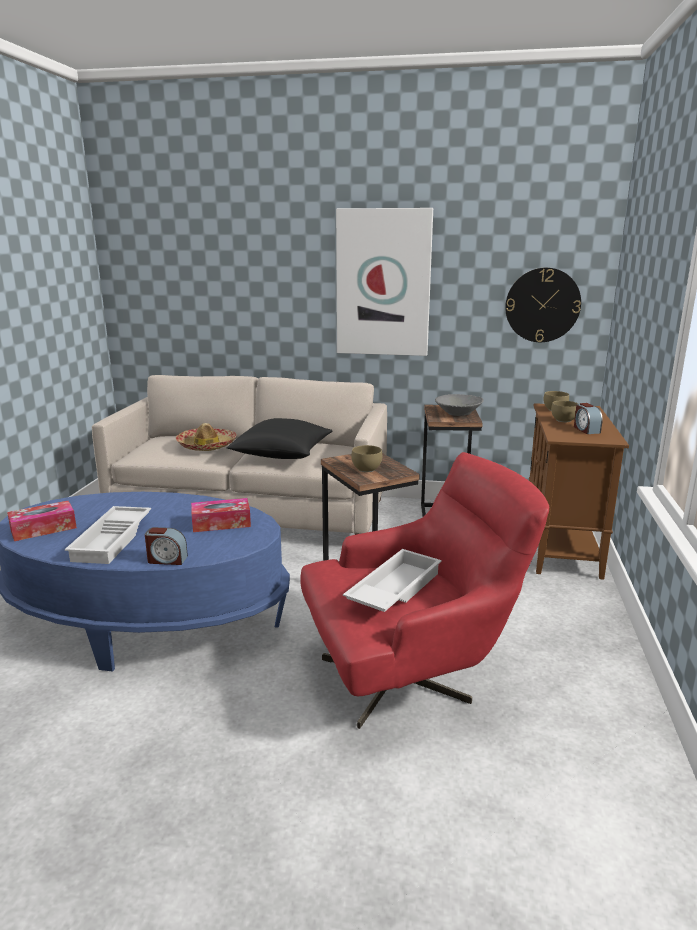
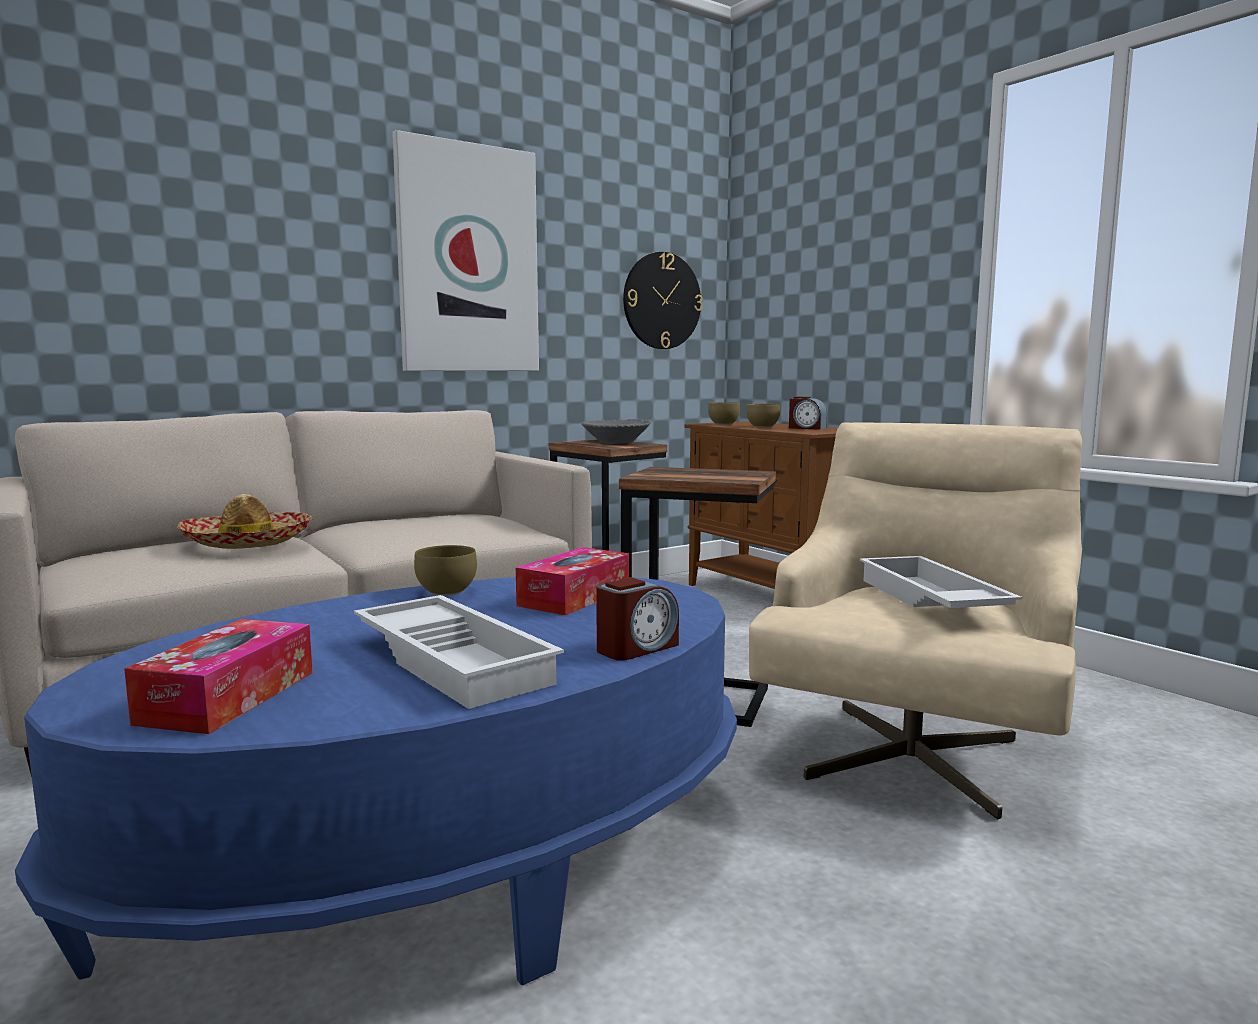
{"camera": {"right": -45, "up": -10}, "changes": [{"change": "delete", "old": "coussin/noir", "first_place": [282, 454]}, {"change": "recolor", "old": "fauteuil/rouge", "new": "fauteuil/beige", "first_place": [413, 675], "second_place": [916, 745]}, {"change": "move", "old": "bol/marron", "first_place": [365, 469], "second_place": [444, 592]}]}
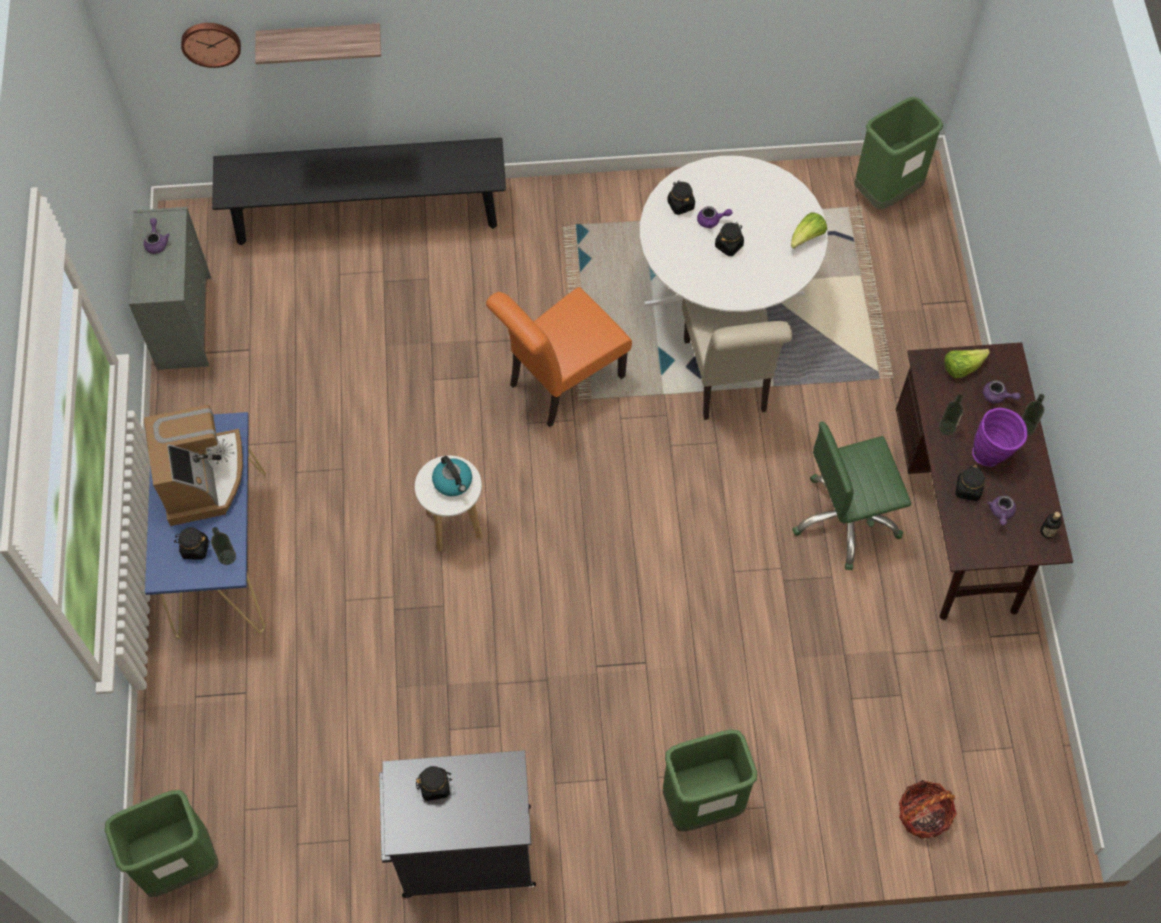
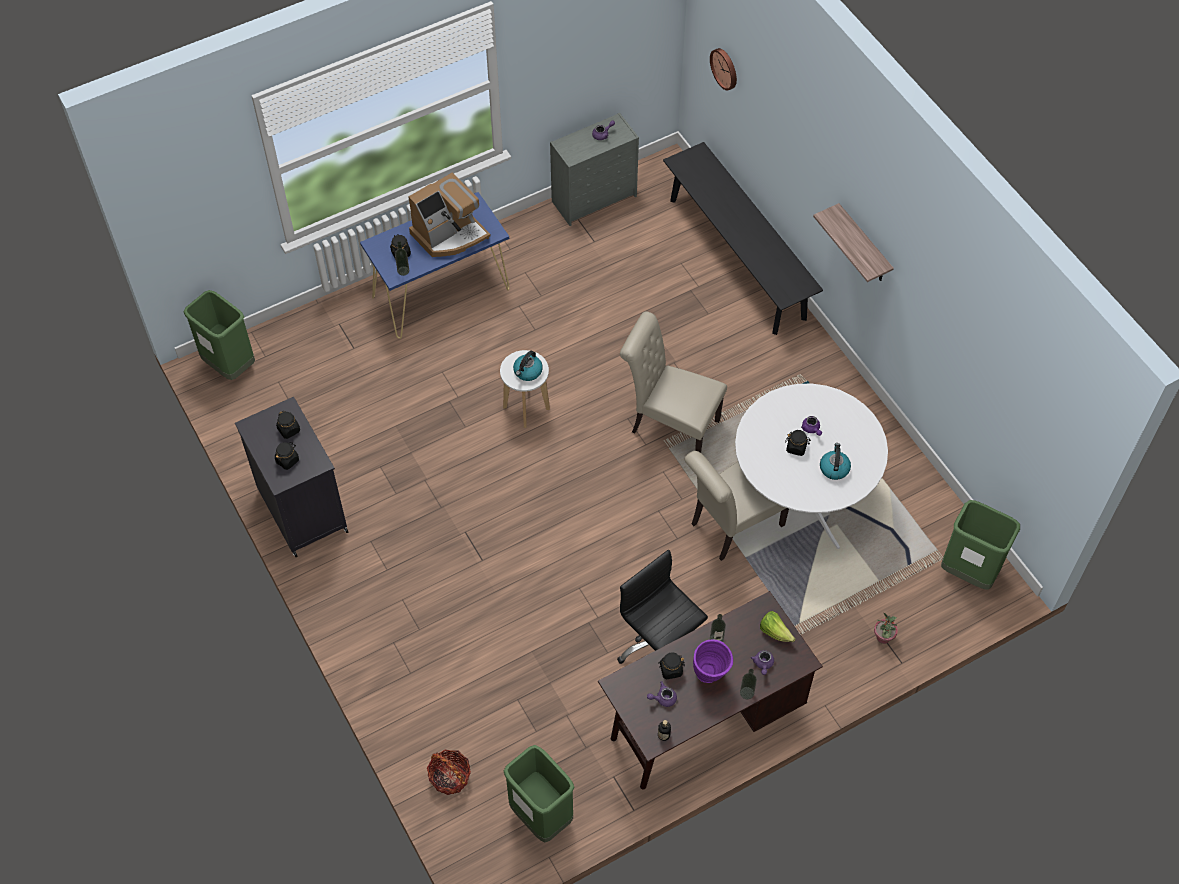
{"camera": {"right": 65, "up": -5}, "changes": [{"change": "move", "old": "étagère", "first_place": [320, 41], "second_place": [863, 246]}, {"change": "recolor", "old": "chaise/orange", "new": "chaise/beige", "first_place": [560, 383], "second_place": [670, 424]}, {"change": "move", "old": "poubelle/vert", "first_place": [702, 804], "second_place": [541, 816]}, {"change": "move", "old": "bocal/noir", "first_place": [680, 205], "second_place": [287, 460]}, {"change": "delete", "old": "laitue", "first_place": [806, 238]}, {"change": "recolor", "old": "chaise de bureau/vert", "new": "chaise de bureau/noir", "first_place": [846, 520], "second_place": [659, 645]}, {"change": "insert", "new": "bouilloire", "second_place": [834, 468]}, {"change": "insert", "new": "plante en pot", "second_place": [883, 637]}]}
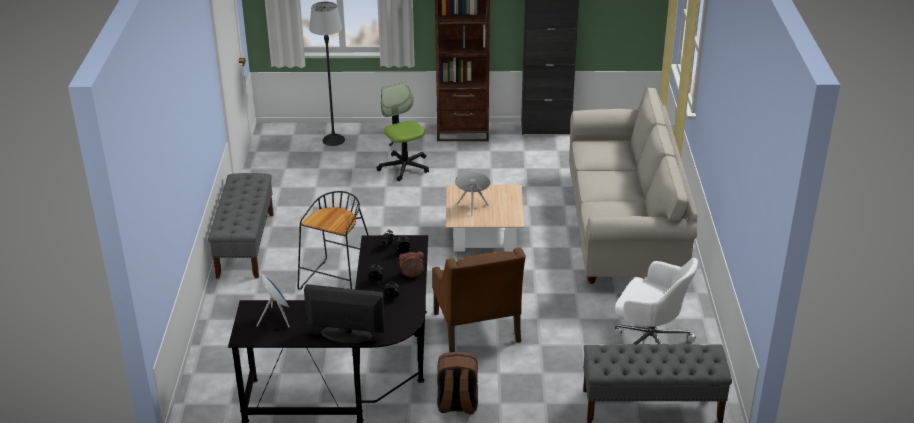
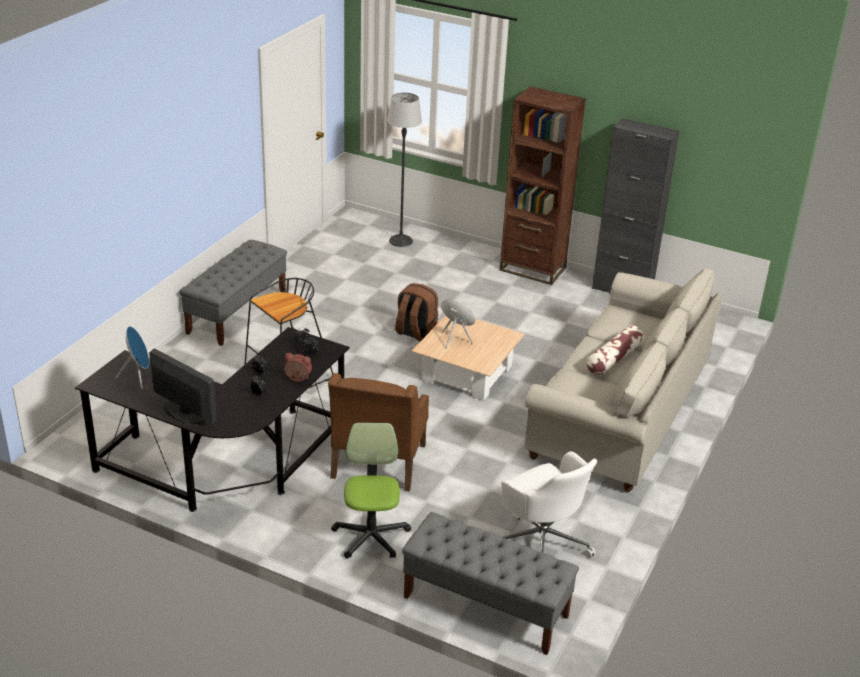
{"camera": {"right": 25, "up": 0}, "changes": [{"change": "move", "old": "chaise de bureau", "first_place": [404, 167], "second_place": [371, 536]}, {"change": "move", "old": "sac à dos/marron", "first_place": [457, 405], "second_place": [415, 333]}, {"change": "insert", "new": "coussin", "second_place": [613, 359]}]}
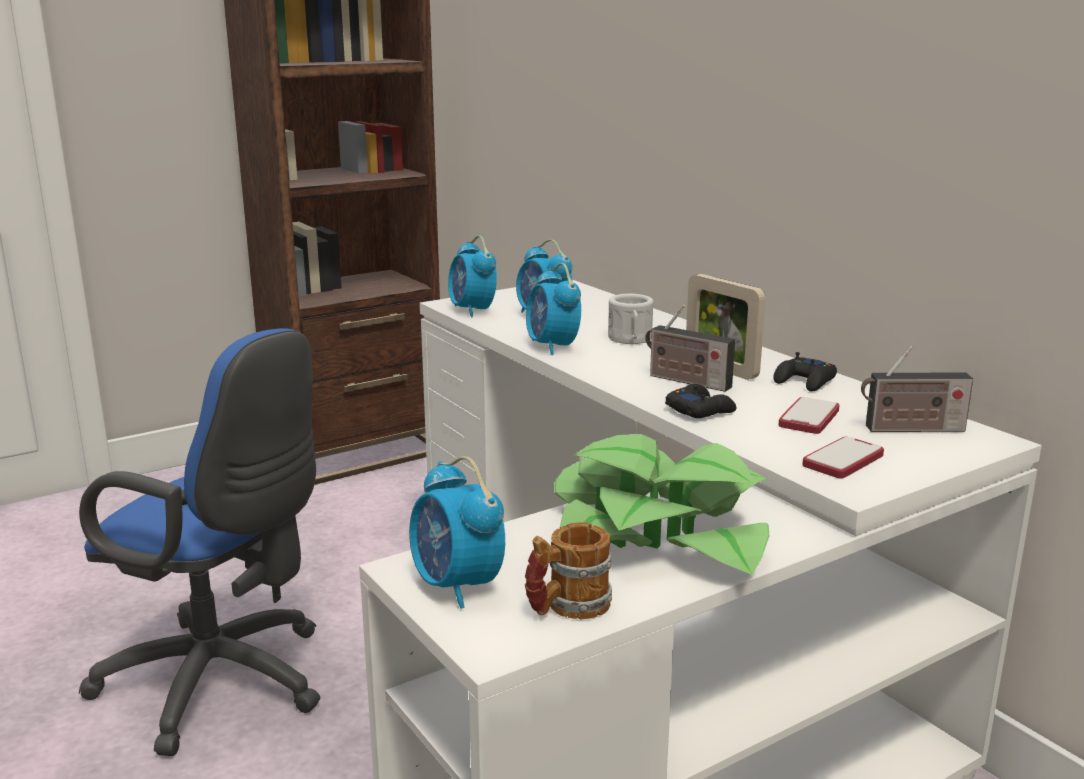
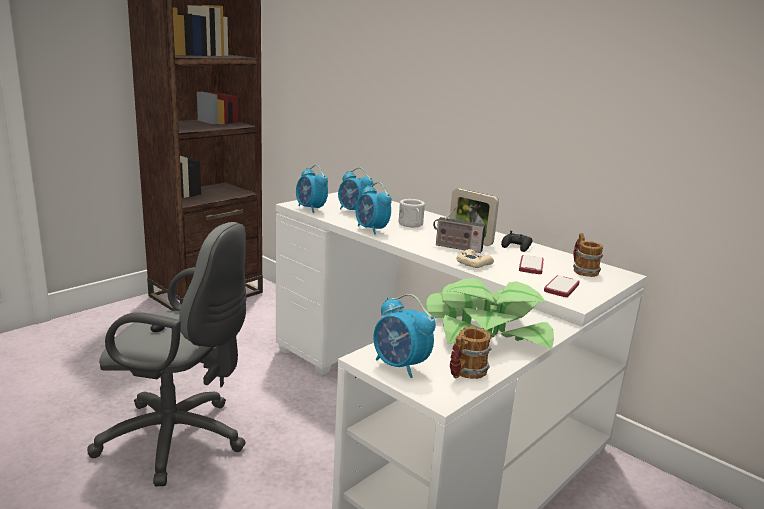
{"camera": {"right": -15, "up": 0}, "changes": [{"change": "recolor", "old": "chaise de bureau/bleu", "new": "chaise de bureau/gris", "first_place": [225, 684], "second_place": [180, 440]}, {"change": "recolor", "old": "manette/noir", "new": "manette/beige", "first_place": [699, 410], "second_place": [474, 263]}, {"change": "replace", "old": "radio", "new": "mug", "first_place": [910, 429], "second_place": [583, 270]}]}
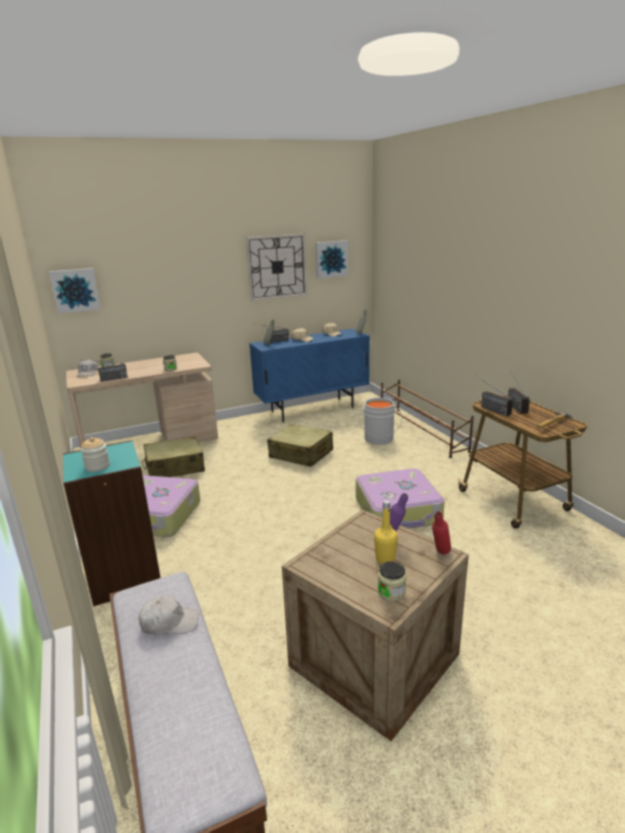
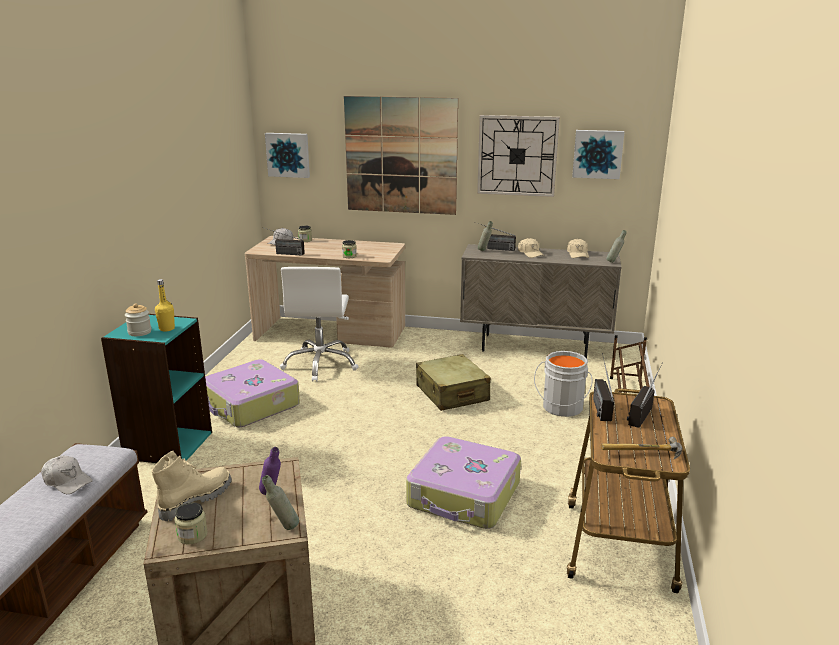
{"camera": {"right": 35, "up": 0}, "changes": [{"change": "replace", "old": "valise/beige", "new": "chaise de bureau/blanc", "first_place": [174, 468], "second_place": [321, 364]}, {"change": "recolor", "old": "meuble de rangement/bleu", "new": "meuble de rangement/beige", "first_place": [312, 410], "second_place": [535, 347]}, {"change": "move", "old": "bouteille/jaune", "first_place": [385, 559], "second_place": [167, 329]}, {"change": "recolor", "old": "bouteille/rouge", "new": "bouteille/gris", "first_place": [440, 555], "second_place": [283, 528]}, {"change": "insert", "new": "botte/beige", "second_place": [195, 499]}, {"change": "insert", "new": "tableau", "second_place": [401, 156]}]}
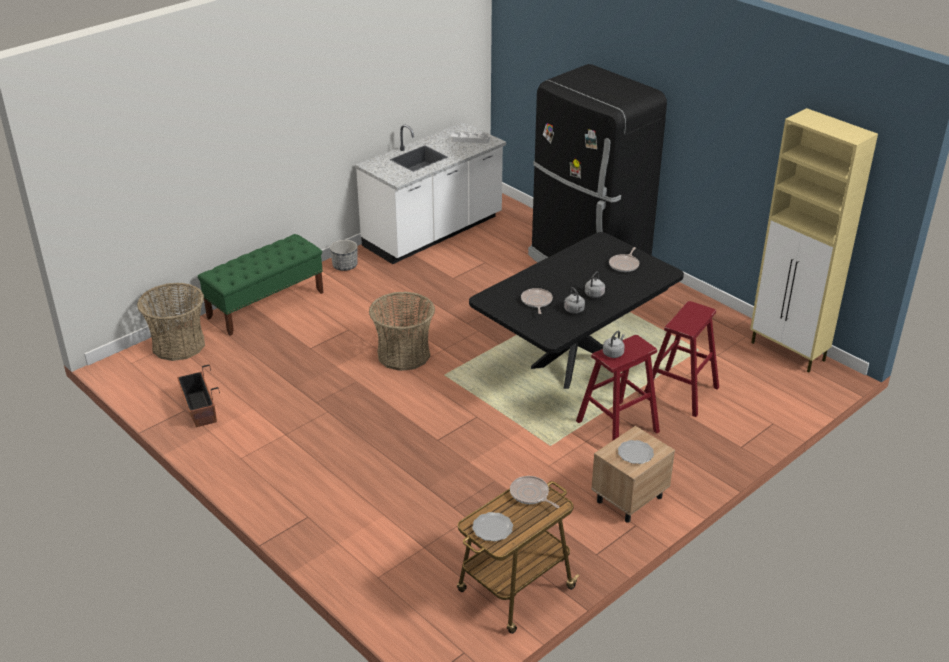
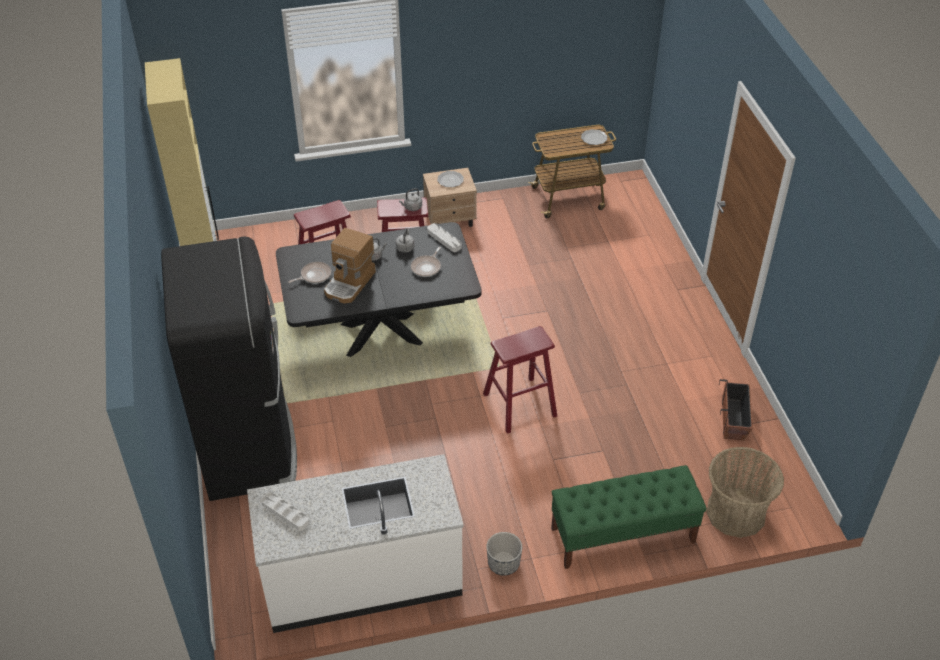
{"camera": {"right": -150, "up": 10}, "changes": [{"change": "replace", "old": "panier", "new": "tabouret/rouge", "first_place": [403, 354], "second_place": [520, 405]}, {"change": "delete", "old": "poêle", "first_place": [530, 494]}, {"change": "insert", "new": "machine à café", "second_place": [350, 283]}, {"change": "insert", "new": "plateau/blanc", "second_place": [444, 239]}]}
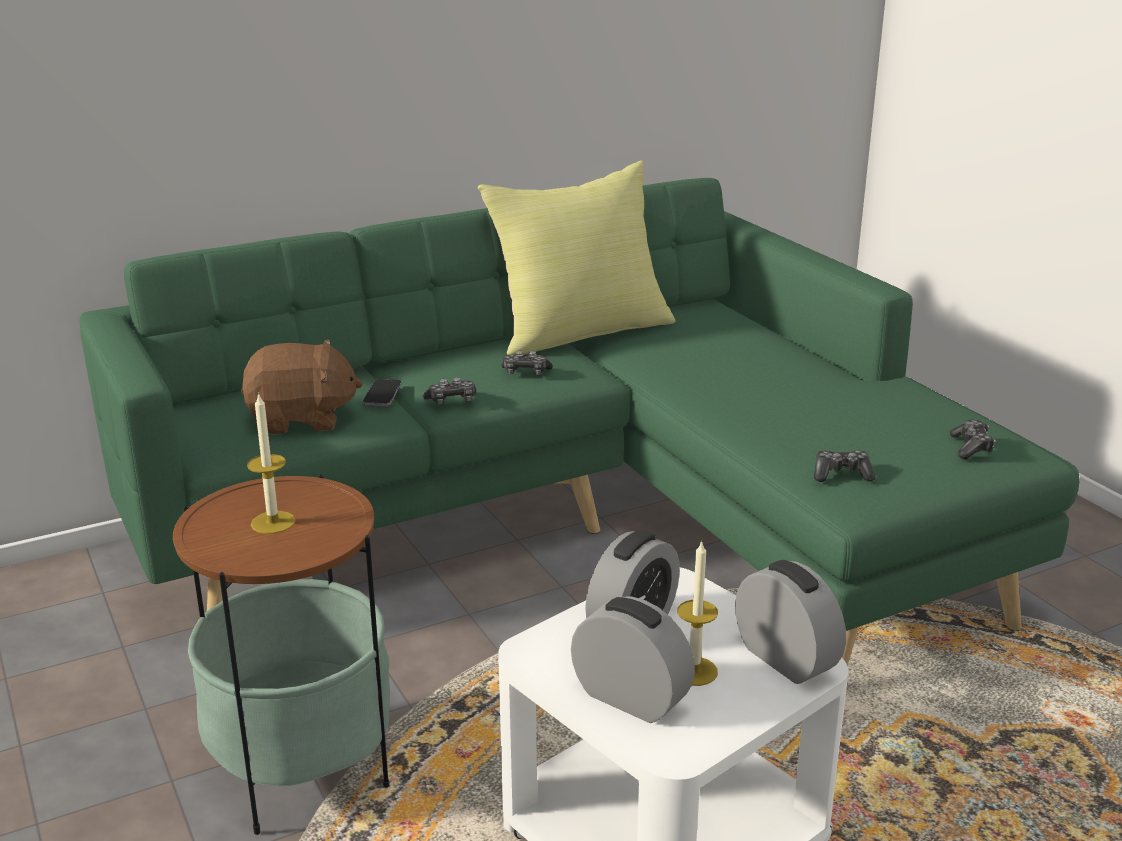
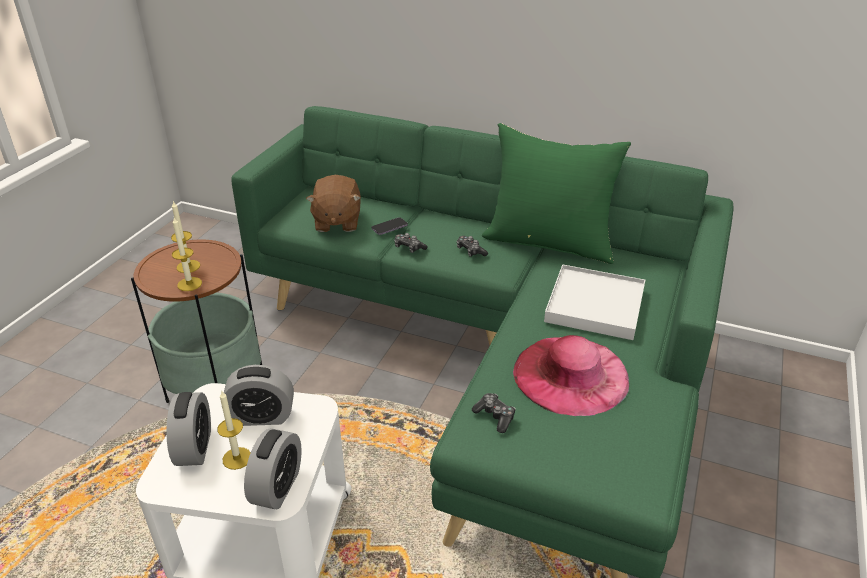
{"camera": {"right": 50, "up": 10}, "changes": [{"change": "rotate", "old": "peluche/marron", "first_place": [301, 419], "second_place": [336, 222], "degrees": 45}, {"change": "recolor", "old": "coussin/jaune", "new": "coussin/vert", "first_place": [580, 332], "second_place": [549, 242]}, {"change": "delete", "old": "manette", "first_place": [971, 447]}, {"change": "insert", "new": "bougie", "second_place": [189, 284]}, {"change": "insert", "new": "chapeau/rose", "second_place": [571, 375]}, {"change": "insert", "new": "plateau/blanc", "second_place": [594, 305]}]}
